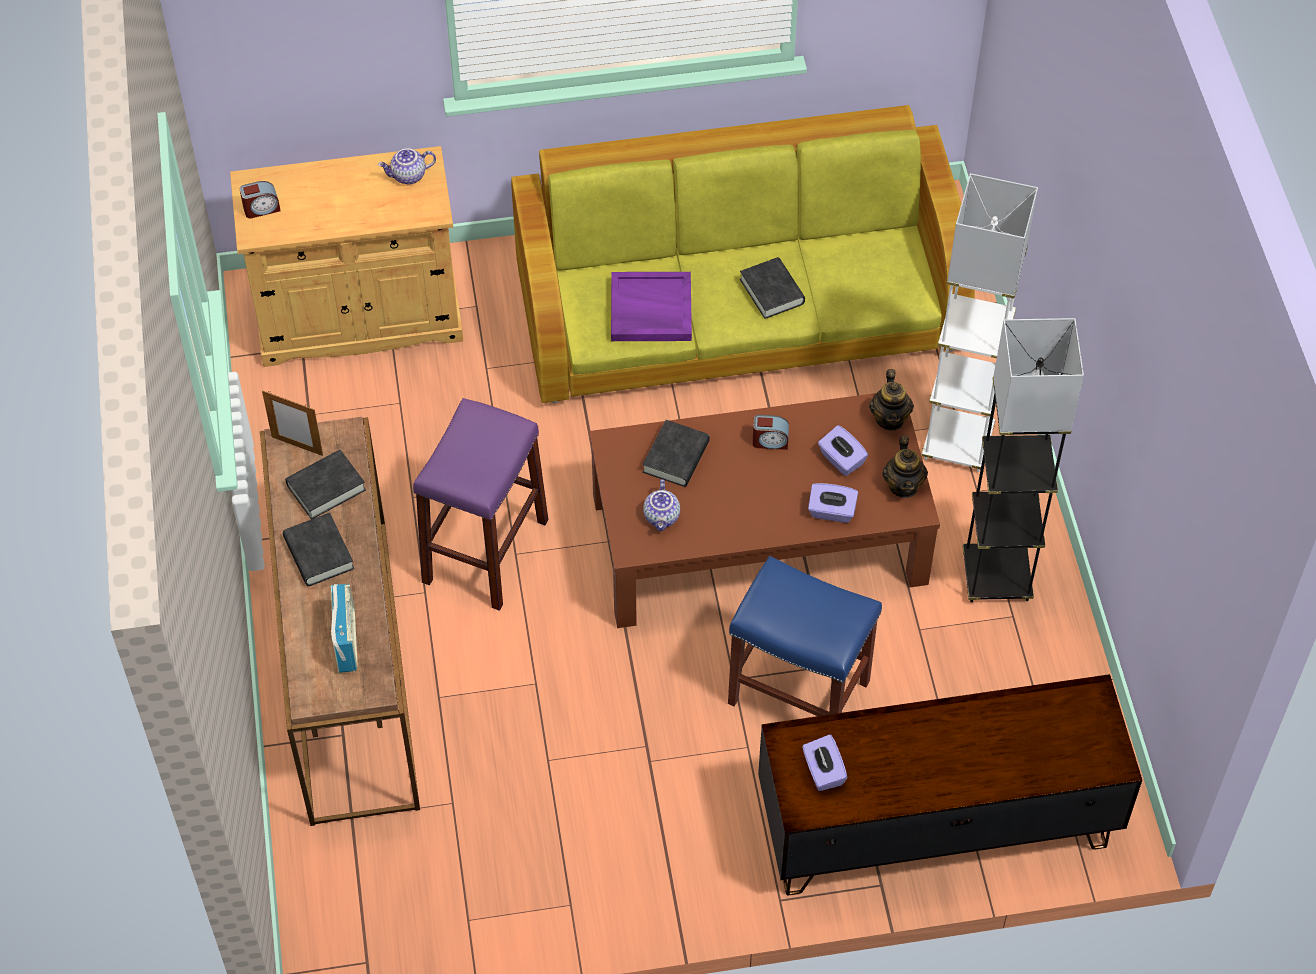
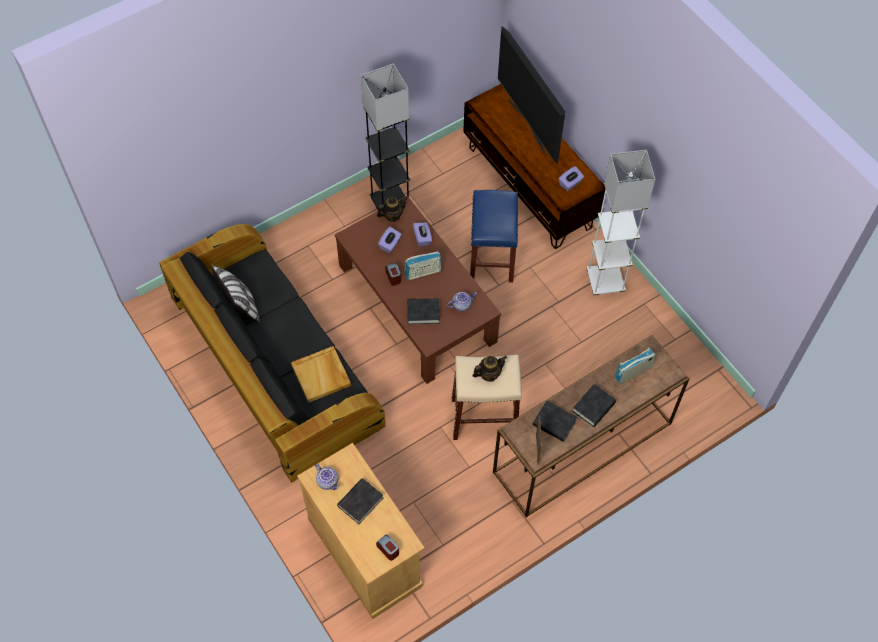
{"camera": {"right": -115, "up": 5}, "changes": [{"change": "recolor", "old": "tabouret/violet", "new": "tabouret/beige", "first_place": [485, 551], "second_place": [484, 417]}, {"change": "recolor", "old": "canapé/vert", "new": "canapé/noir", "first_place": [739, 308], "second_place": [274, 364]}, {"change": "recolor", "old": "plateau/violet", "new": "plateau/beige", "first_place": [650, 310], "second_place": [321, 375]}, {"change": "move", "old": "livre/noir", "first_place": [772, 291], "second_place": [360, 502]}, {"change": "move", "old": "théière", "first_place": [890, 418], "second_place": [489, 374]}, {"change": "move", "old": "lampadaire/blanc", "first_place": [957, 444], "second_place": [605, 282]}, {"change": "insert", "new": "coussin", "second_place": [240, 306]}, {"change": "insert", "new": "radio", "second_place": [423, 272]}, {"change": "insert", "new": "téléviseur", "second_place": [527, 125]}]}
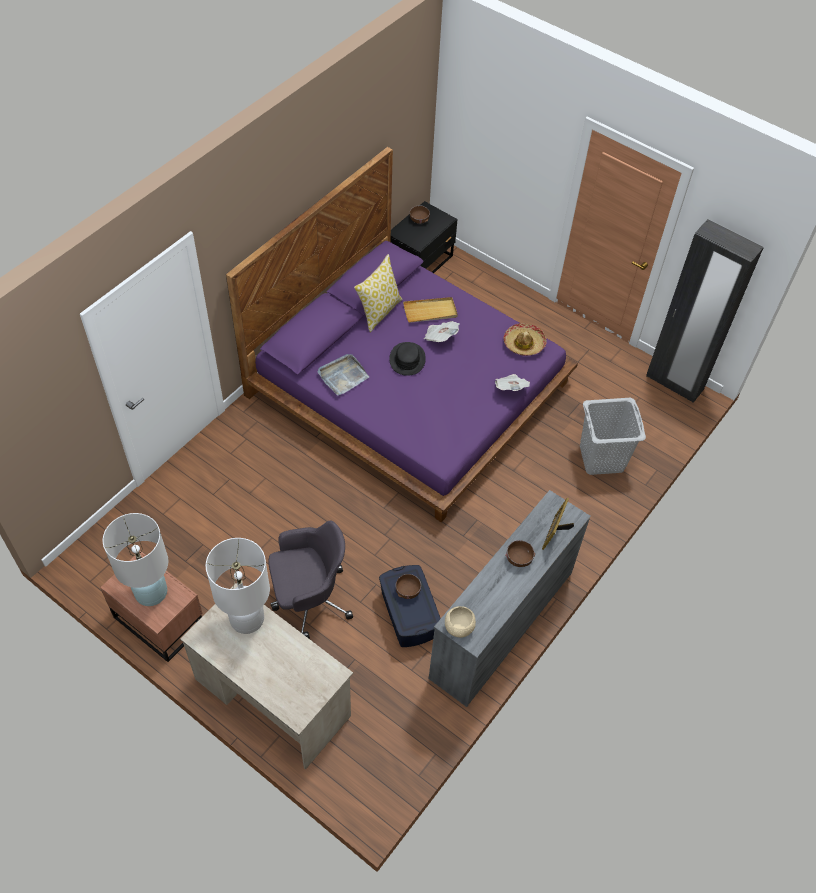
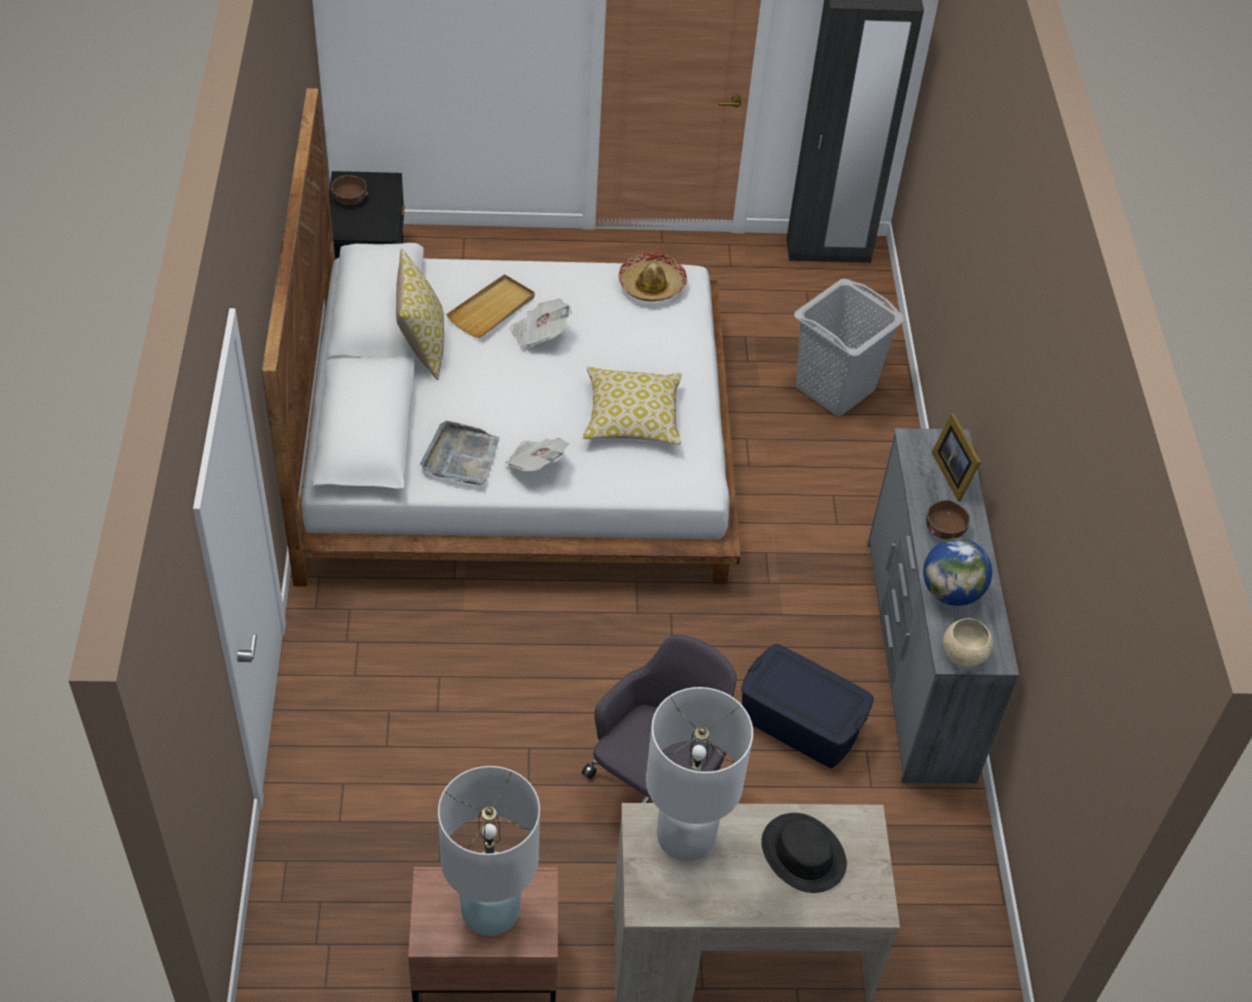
{"camera": {"right": -40, "up": -5}, "changes": [{"change": "recolor", "old": "lit/violet", "new": "lit/blanc", "first_place": [410, 388], "second_place": [518, 440]}, {"change": "move", "old": "chapeau/noir", "first_place": [407, 359], "second_place": [803, 854]}, {"change": "delete", "old": "bol/marron", "first_place": [408, 590]}, {"change": "move", "old": "journal", "first_place": [511, 388], "second_place": [536, 464]}, {"change": "insert", "new": "coussin", "second_place": [632, 417]}, {"change": "insert", "new": "globe", "second_place": [950, 592]}]}
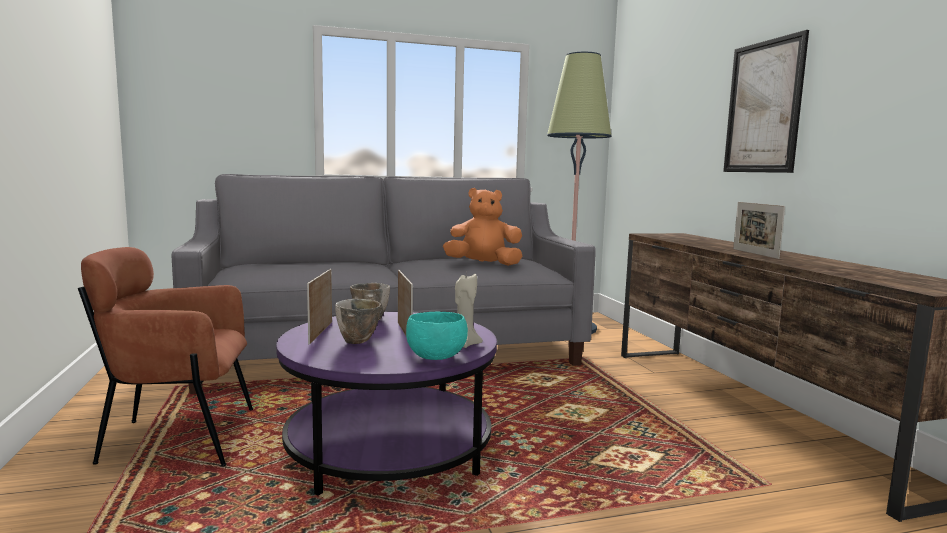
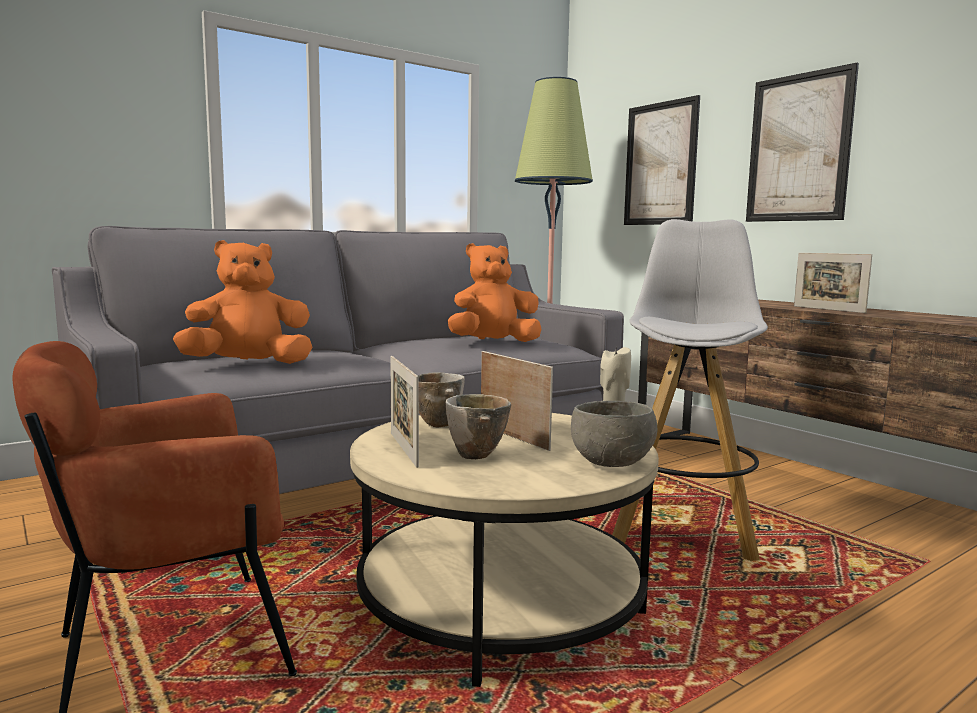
{"camera": {"right": -20, "up": 0}, "changes": [{"change": "recolor", "old": "table basse/violet", "new": "table basse/beige", "first_place": [389, 448], "second_place": [500, 599]}, {"change": "recolor", "old": "bol/turquoise", "new": "bol/gris", "first_place": [437, 357], "second_place": [612, 463]}, {"change": "insert", "new": "peluche/orange", "second_place": [248, 365]}, {"change": "insert", "new": "tabouret/blanc", "second_place": [683, 527]}, {"change": "insert", "new": "tableau", "second_place": [660, 164]}]}
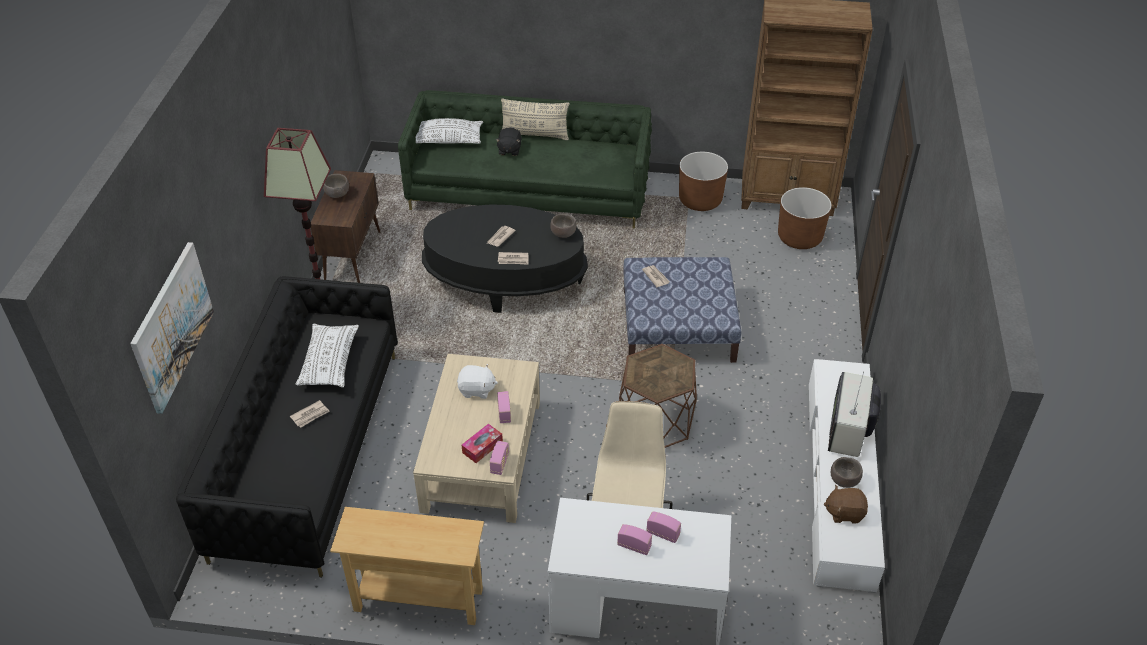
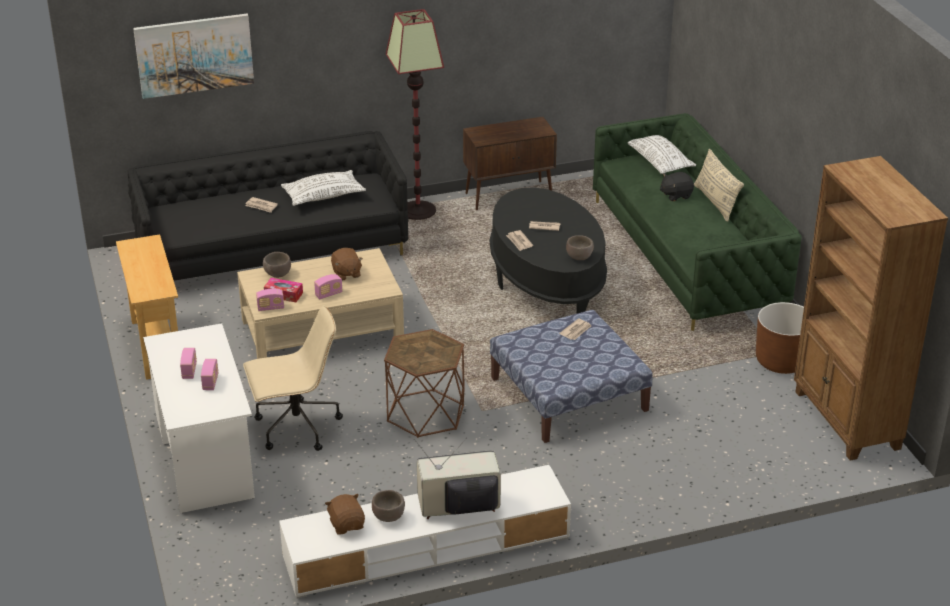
{"camera": {"right": 65, "up": -10}, "changes": [{"change": "move", "old": "bol/marron", "first_place": [337, 194], "second_place": [277, 274]}, {"change": "recolor", "old": "peluche/blanc", "new": "peluche/marron", "first_place": [476, 390], "second_place": [346, 273]}, {"change": "delete", "old": "cache-pot/marron", "first_place": [799, 237]}]}
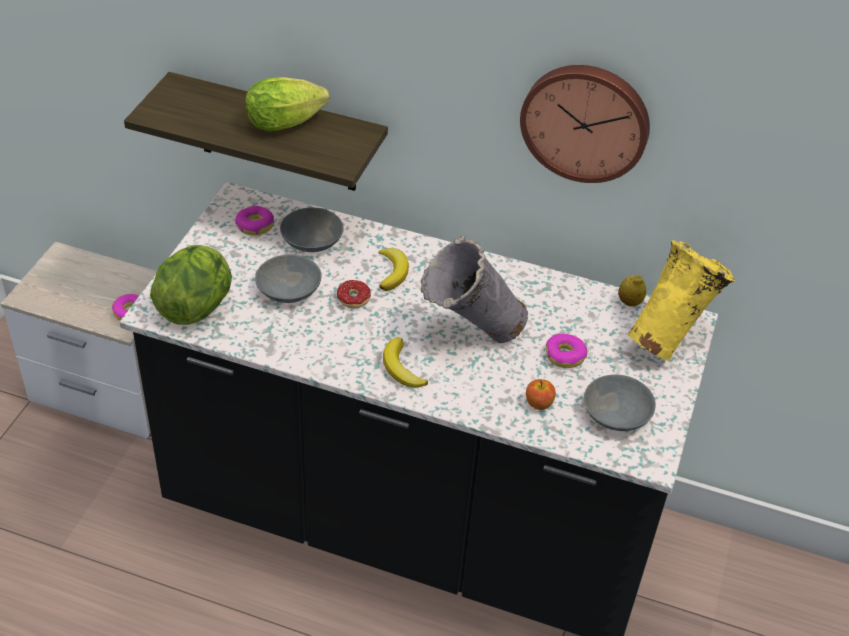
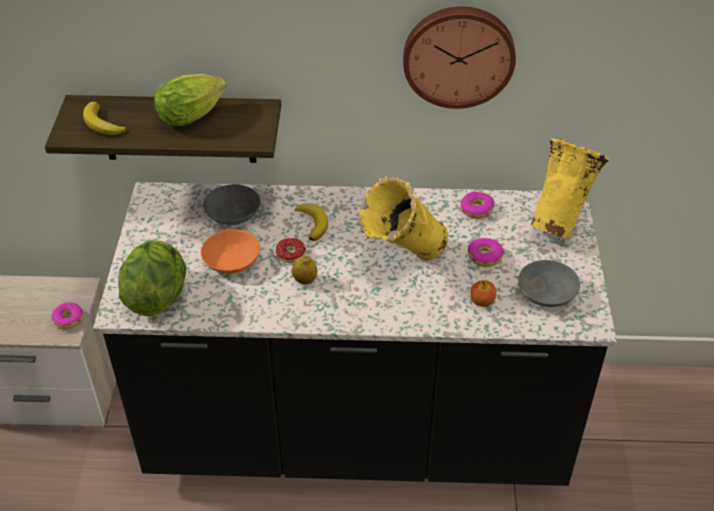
{"camera": {"right": -15, "up": 0}, "changes": [{"change": "move", "old": "beignet", "first_place": [255, 225], "second_place": [476, 209]}, {"change": "recolor", "old": "bol/gris", "new": "bol/orange", "first_place": [290, 289], "second_place": [232, 260]}, {"change": "move", "old": "banane", "first_place": [401, 368], "second_place": [102, 124]}, {"change": "recolor", "old": "vase/gris", "new": "vase/jaune", "first_place": [469, 338], "second_place": [401, 262]}, {"change": "move", "old": "citron", "first_place": [629, 302], "second_place": [305, 280]}]}
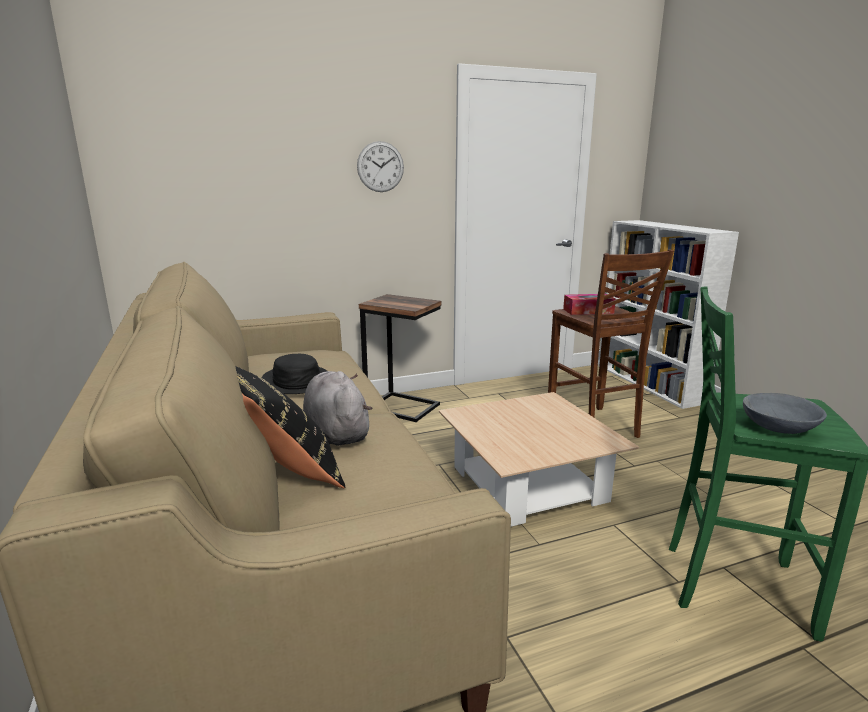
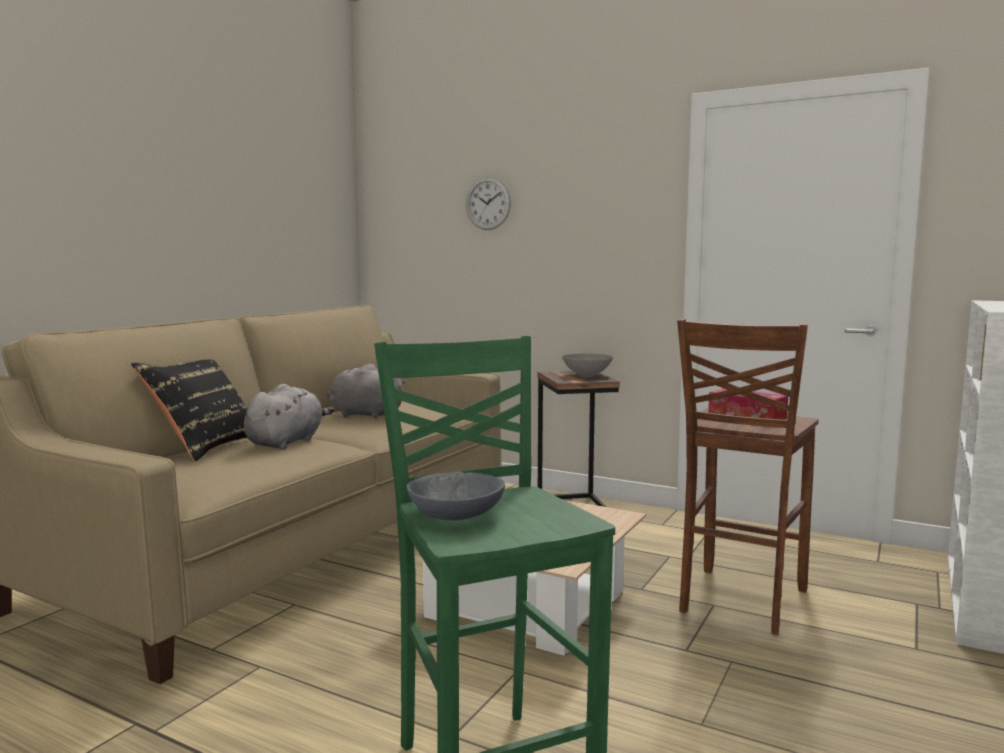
{"camera": {"right": 50, "up": -10}, "changes": [{"change": "replace", "old": "chapeau/noir", "new": "peluche/gris", "first_place": [296, 381], "second_place": [363, 415]}, {"change": "move", "old": "horloge murale", "first_place": [380, 167], "second_place": [488, 203]}, {"change": "insert", "new": "bol/gris", "second_place": [588, 375]}]}
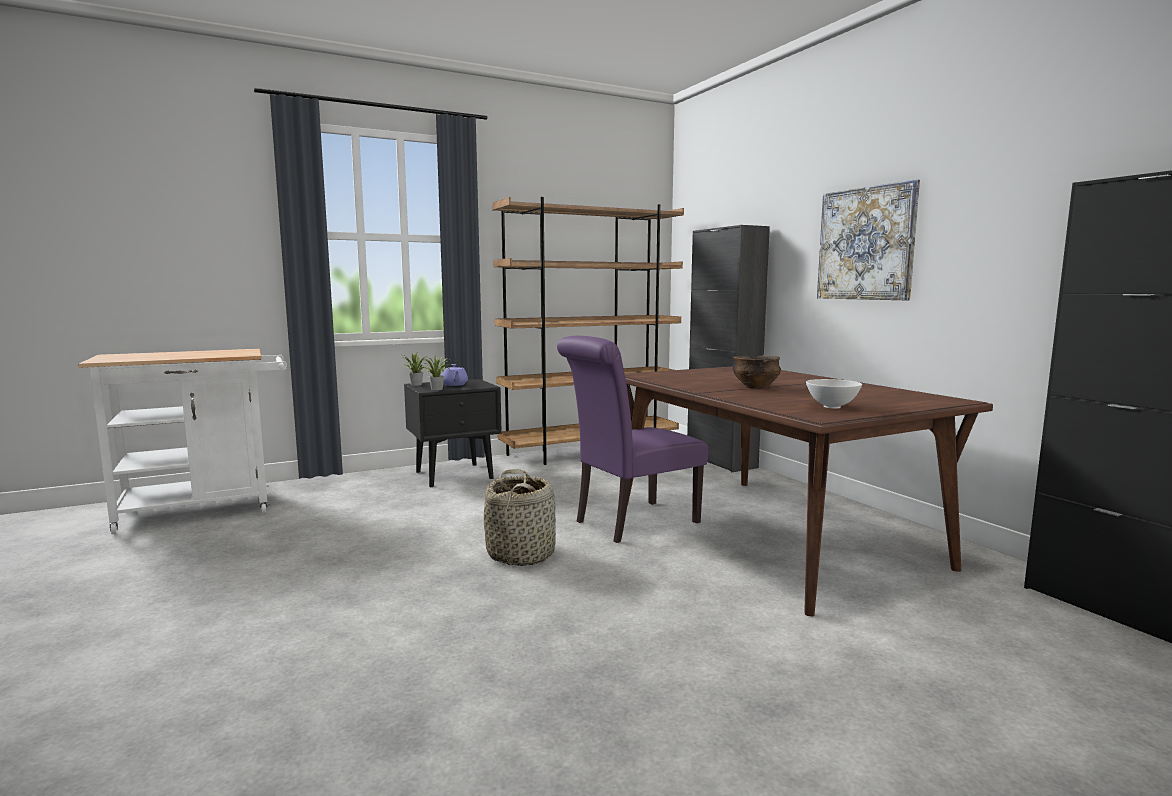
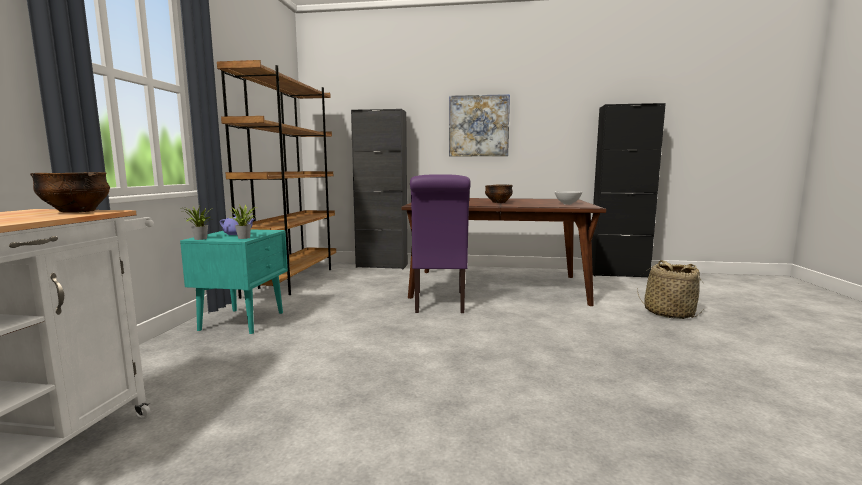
{"camera": {"right": -55, "up": 0}, "changes": [{"change": "recolor", "old": "table de chevet/noir", "new": "table de chevet/turquoise", "first_place": [455, 475], "second_place": [243, 320]}, {"change": "move", "old": "panier", "first_place": [521, 554], "second_place": [668, 313]}, {"change": "insert", "new": "bol", "second_place": [76, 211]}]}
